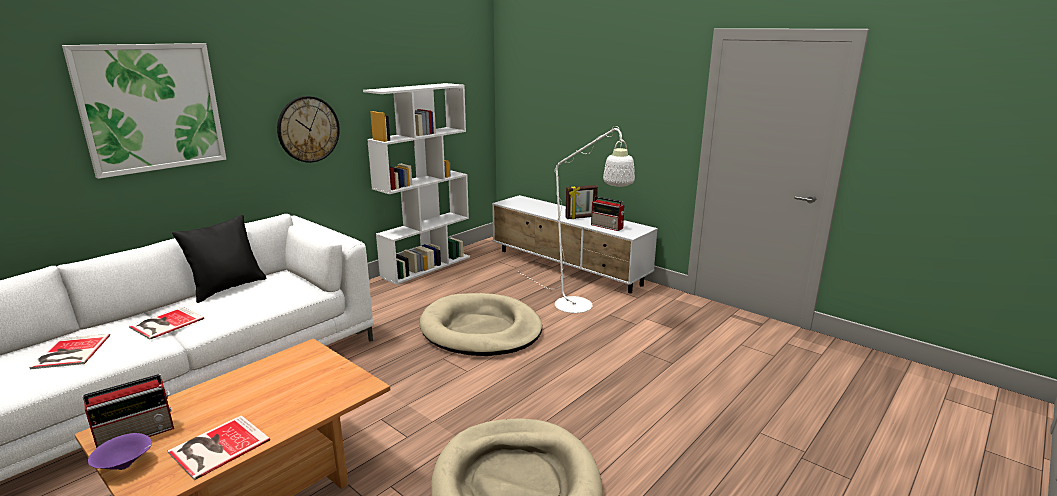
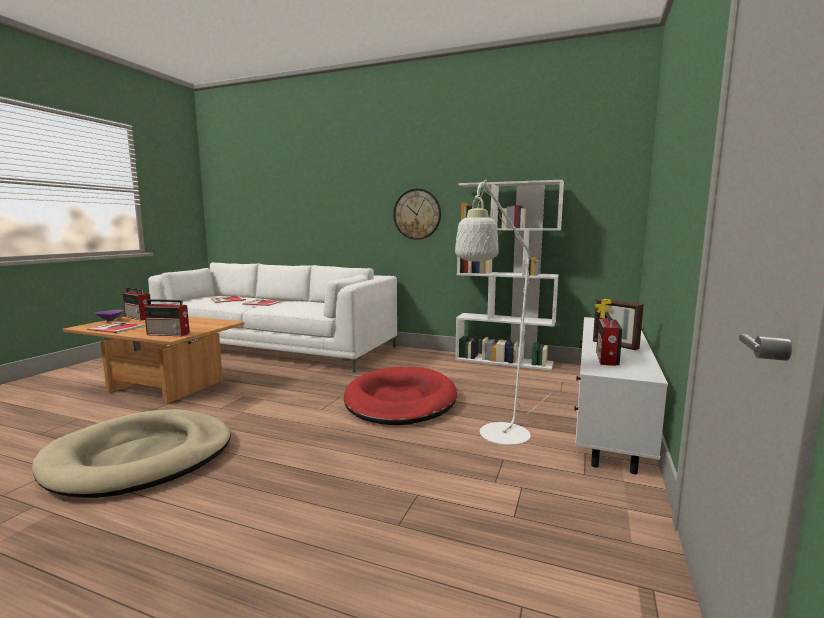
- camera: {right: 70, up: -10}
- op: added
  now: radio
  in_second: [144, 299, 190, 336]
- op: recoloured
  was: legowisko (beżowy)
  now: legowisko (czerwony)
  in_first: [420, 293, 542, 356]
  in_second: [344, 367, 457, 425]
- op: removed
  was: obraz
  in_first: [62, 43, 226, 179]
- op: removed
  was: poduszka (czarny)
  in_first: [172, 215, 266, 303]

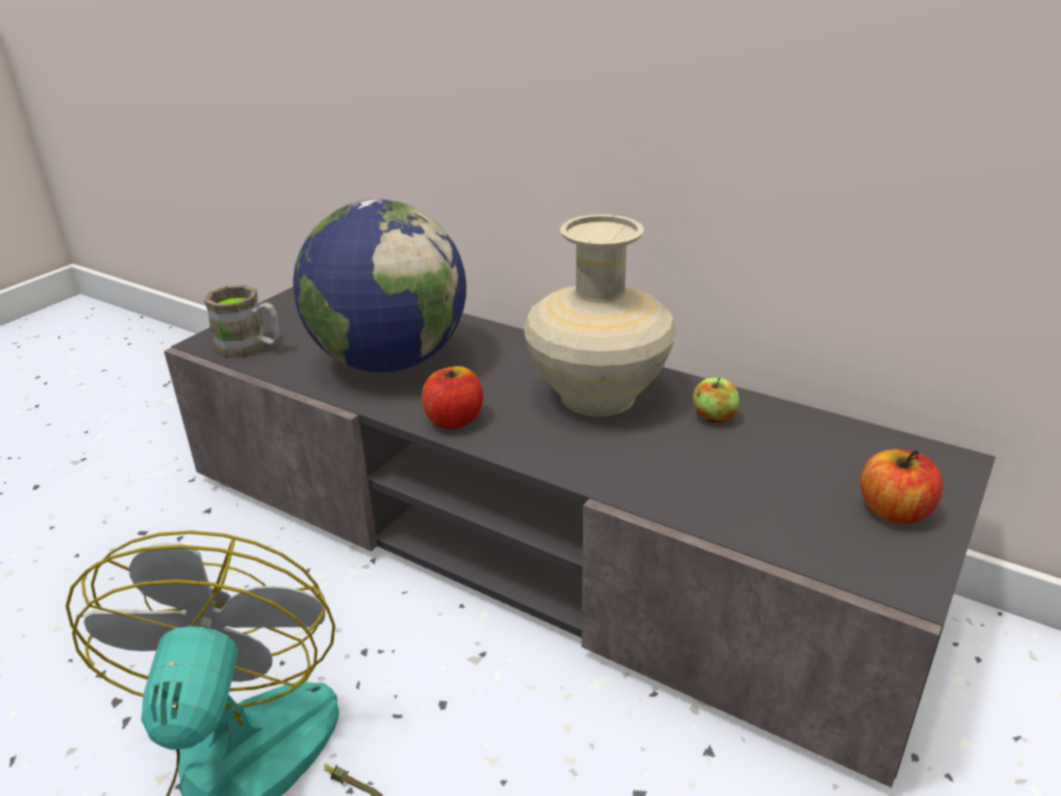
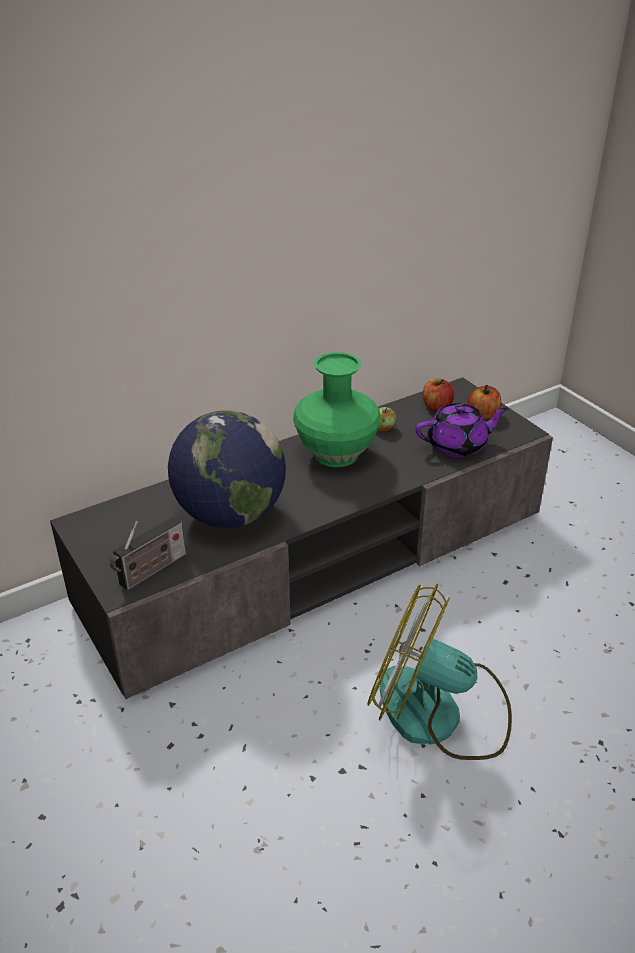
- camera: {right: -65, up: 5}
- op: replaced
  was: kubek (brązowy)
  now: radio
  in_first: [204, 285, 280, 358]
  in_second: [110, 516, 186, 590]
- op: recoloured
  was: wazon (beżowy)
  now: wazon (zielony)
  in_first: [524, 214, 676, 417]
  in_second: [293, 352, 381, 467]
- op: added
  now: imbryk (fioletowy)
  in_second: [415, 403, 509, 457]
- op: moved
  was: jabłko
  in_first: [422, 366, 483, 429]
  in_second: [423, 378, 454, 411]

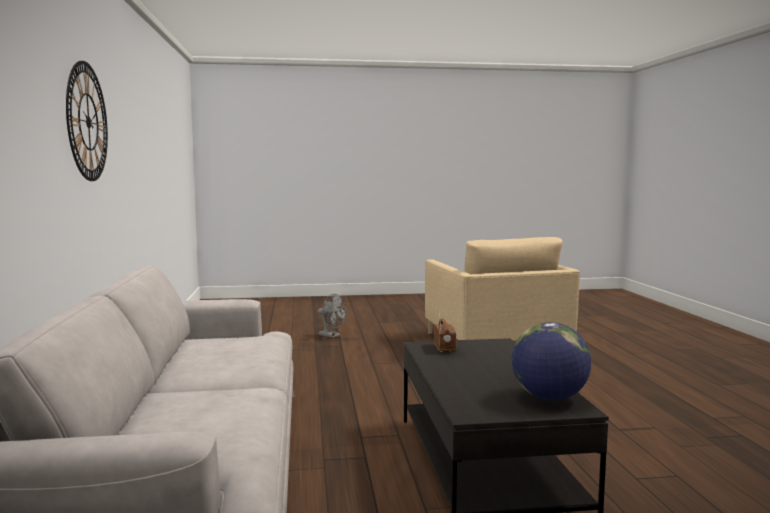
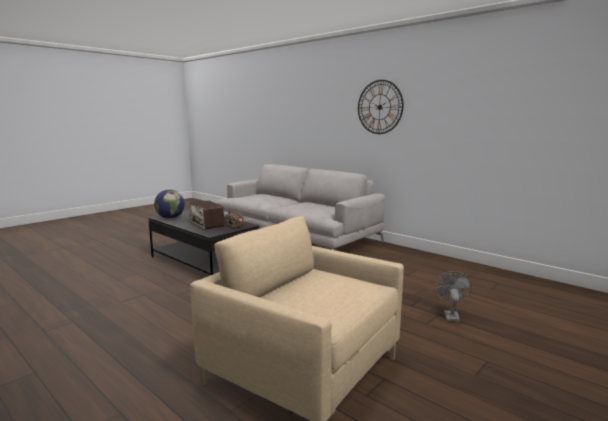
- camera: {right: 140, up: 5}
- op: added
  now: radio
  in_second: [189, 200, 225, 230]
- op: turned
  was: wentylator (szary)
  in_first: [317, 294, 347, 338]
  in_second: [434, 271, 472, 322]
  clockwise: 105

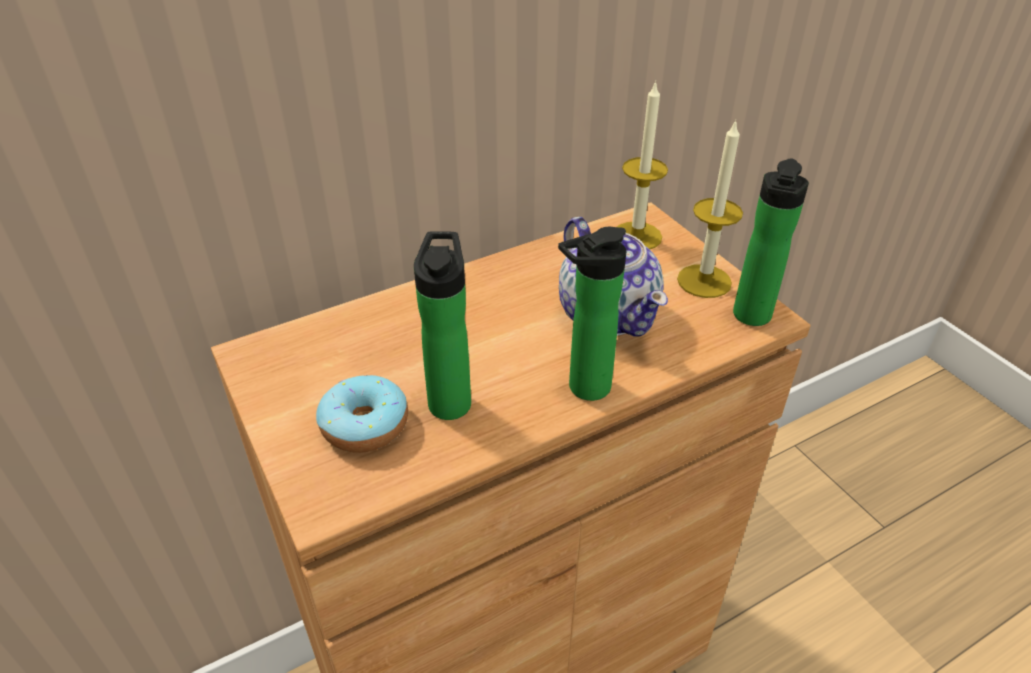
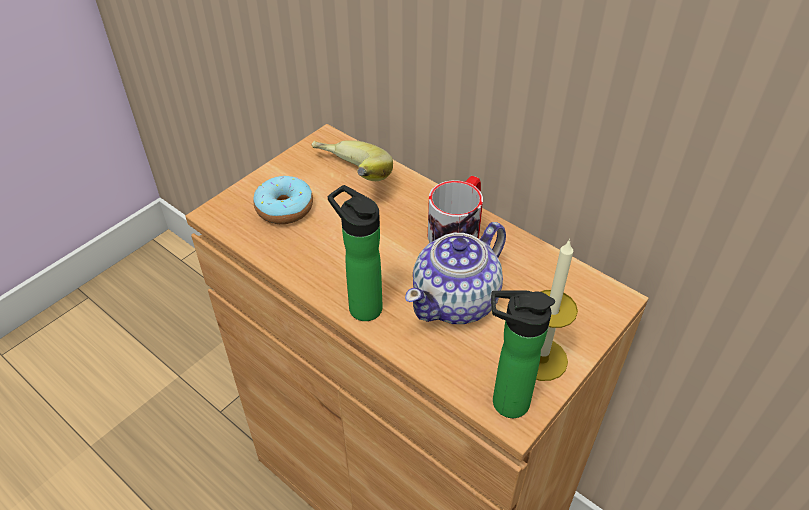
- camera: {right: 70, up: 5}
- op: added
  now: banan
  in_second: [311, 140, 393, 181]
- op: added
  now: kubek
  in_second: [428, 176, 483, 243]
- op: removed
  was: butelka
  in_first: [414, 231, 471, 420]
- op: removed
  was: świeca
  in_first: [617, 80, 668, 249]

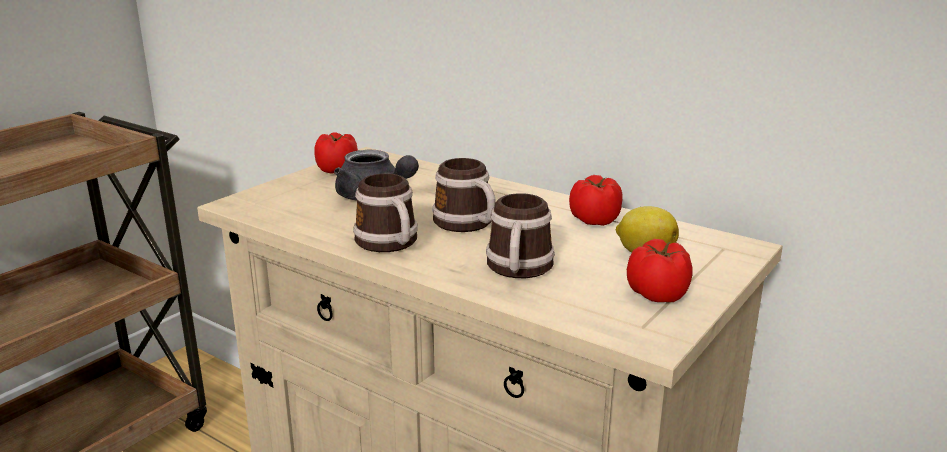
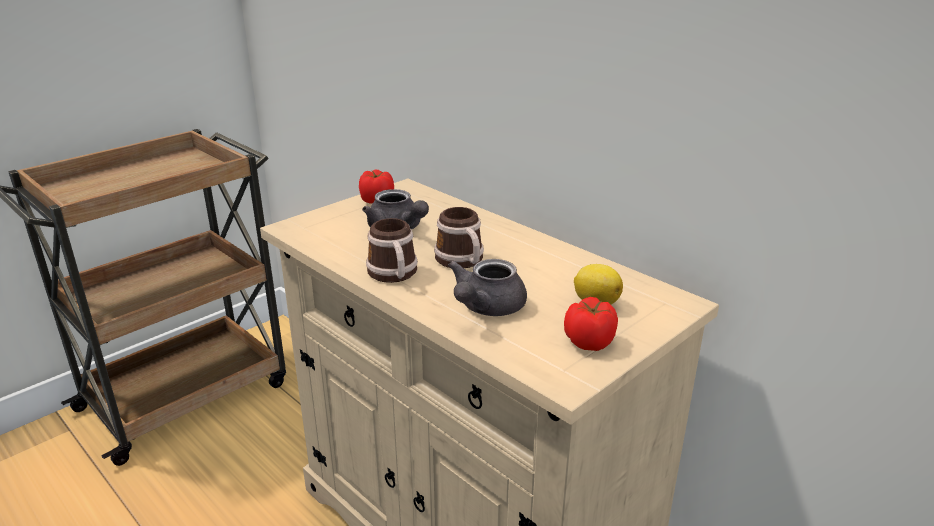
- camera: {right: 10, up: 5}
- op: replaced
  was: kubek
  now: imbryk (szary)
  in_first: [486, 193, 555, 278]
  in_second: [448, 259, 527, 316]
- op: removed
  was: pomidor
  in_first: [569, 175, 623, 226]

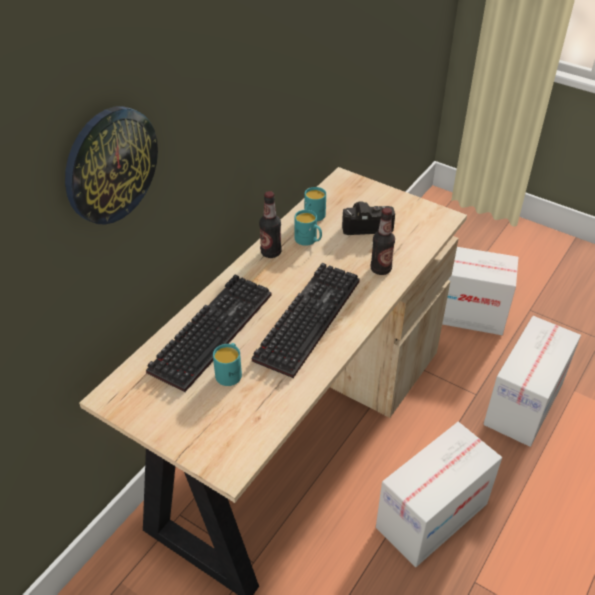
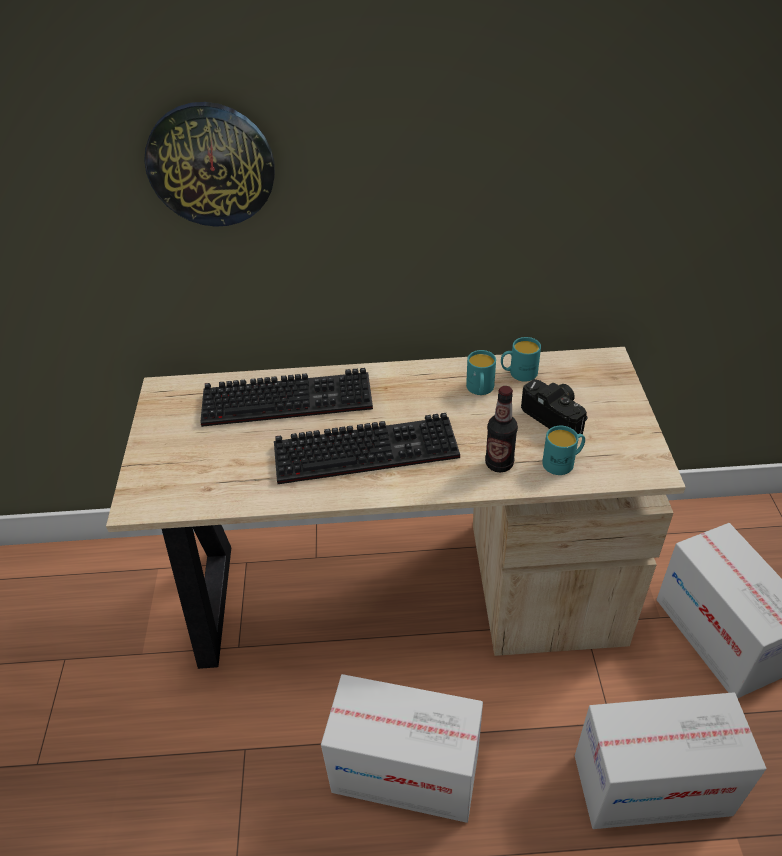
- camera: {right: 55, up: 0}
- op: moved
  was: kubek (turkusowy)
  in_first: [213, 343, 242, 386]
  in_second: [542, 426, 585, 475]
- op: removed
  was: butelka
  in_first: [259, 191, 282, 258]

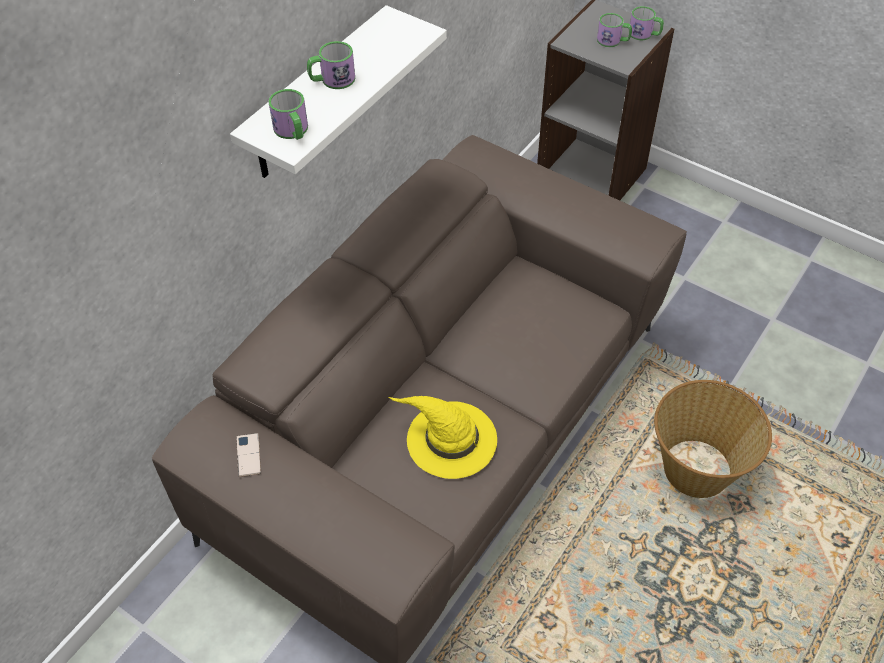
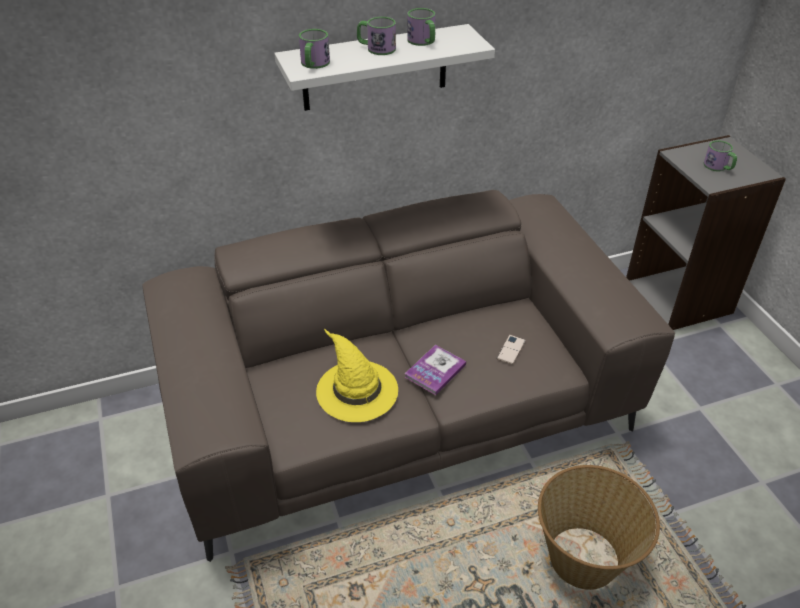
- camera: {right: 35, up: -10}
- op: added
  now: książka
  in_second: [405, 345, 466, 395]
- op: moved
  was: kubek
  in_first: [630, 6, 664, 40]
  in_second: [407, 8, 435, 46]
- op: moved
  was: telefon
  in_first: [236, 433, 261, 477]
  in_second: [497, 335, 526, 364]

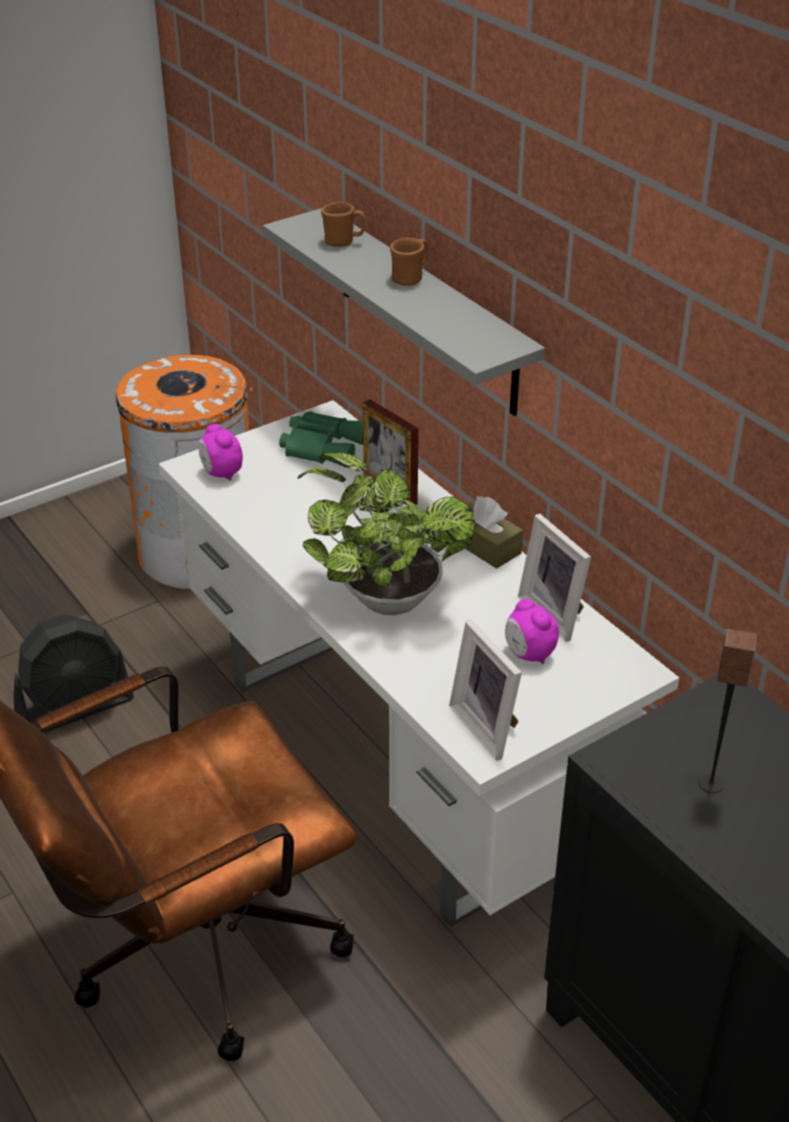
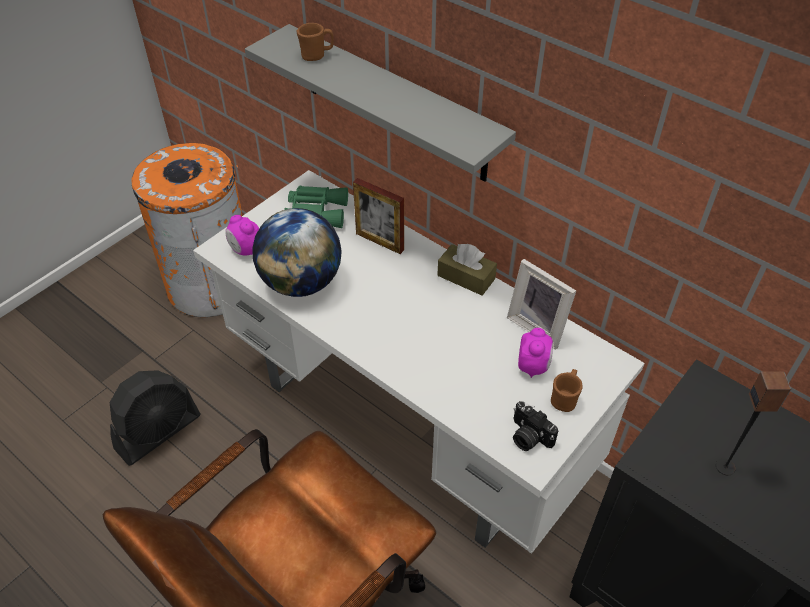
- camera: {right: -15, up: 10}
- op: added
  now: globus
  in_second: [252, 208, 341, 297]
- op: replaced
  was: ramka na zdjęcie
  now: aparat fotograficzny
  in_first: [449, 619, 522, 761]
  in_second: [513, 401, 558, 451]
- op: turned
  was: budzik
  in_first: [505, 599, 559, 664]
  in_second: [518, 328, 553, 378]
  clockwise: -120
- op: moved
  was: kubek (brązowy)
  in_first: [390, 238, 428, 286]
  in_second: [551, 369, 583, 412]
- op: removed
  was: roślina doniczkowa
  in_first: [297, 453, 475, 615]

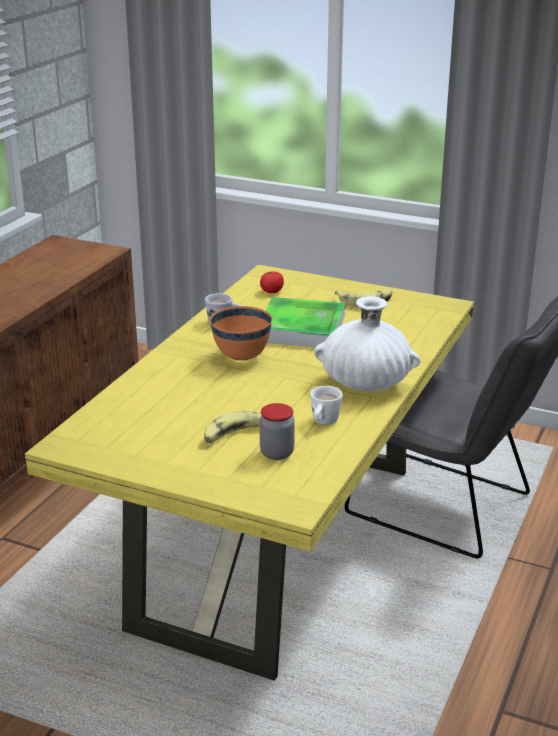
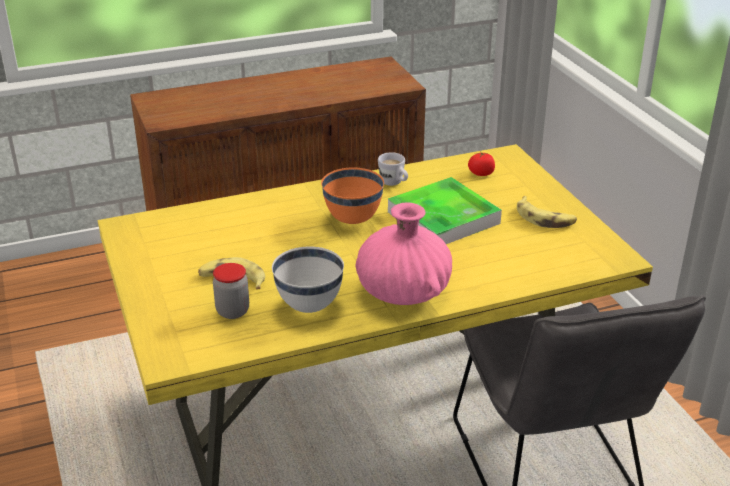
- camera: {right: 45, up: 5}
- op: replaced
  was: kubek (biały)
  now: miska (biały)
  in_first: [310, 386, 343, 425]
  in_second: [272, 246, 344, 313]
- op: recoloured
  was: wazon (biały)
  now: wazon (różowy)
  in_first: [314, 296, 421, 392]
  in_second: [356, 203, 452, 305]

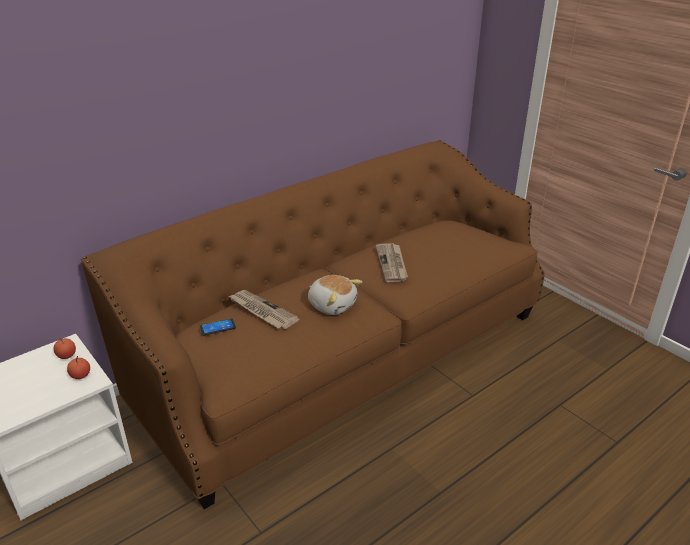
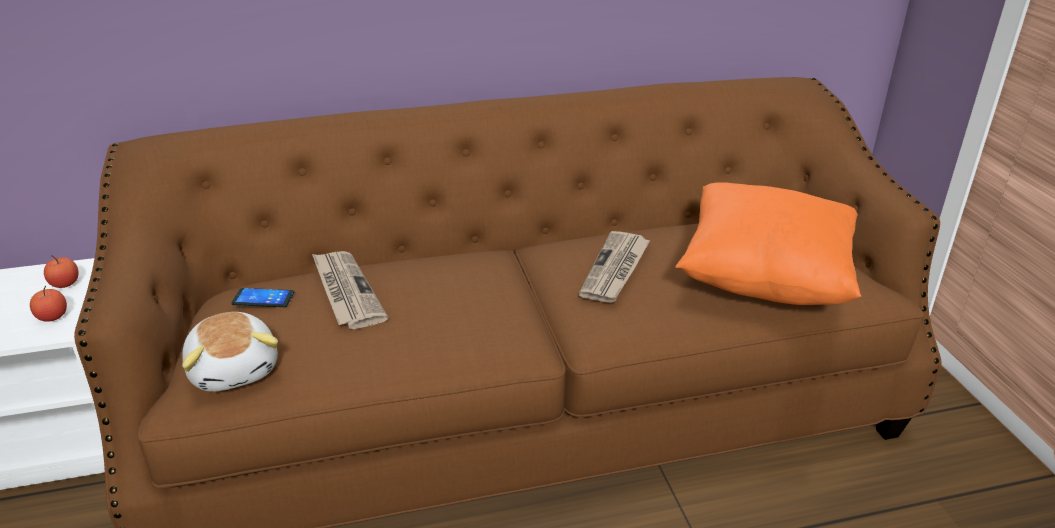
- camera: {right: 25, up: 0}
- op: moved
  was: pluszak
  in_first: [308, 275, 363, 315]
  in_second: [182, 312, 278, 392]
- op: added
  now: poduszka (pomarańczowy)
  in_second: [675, 182, 861, 305]

